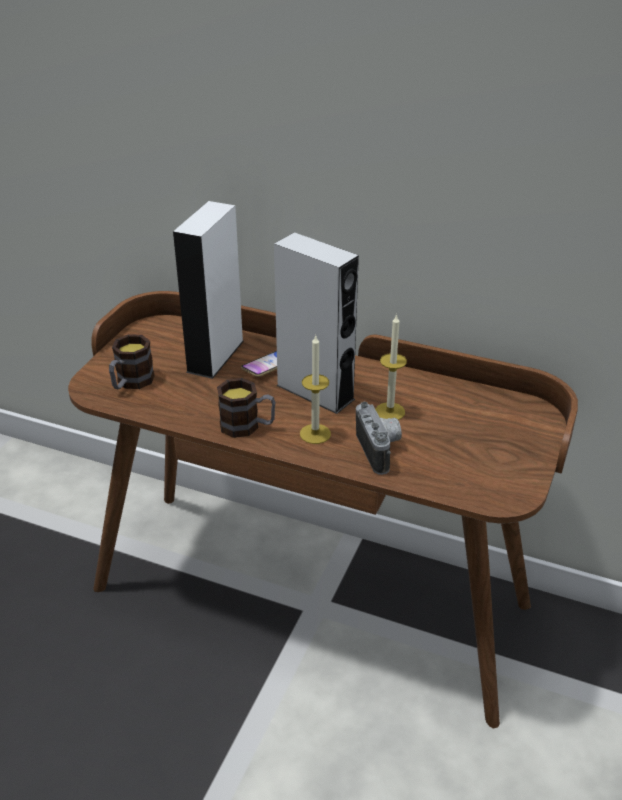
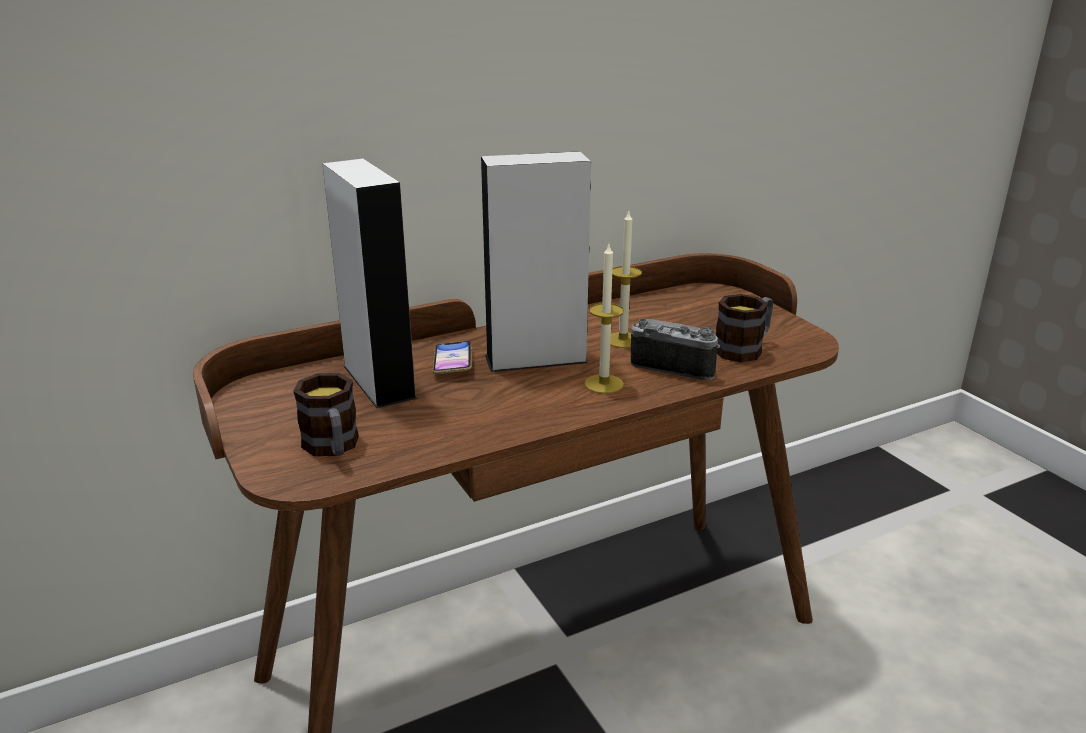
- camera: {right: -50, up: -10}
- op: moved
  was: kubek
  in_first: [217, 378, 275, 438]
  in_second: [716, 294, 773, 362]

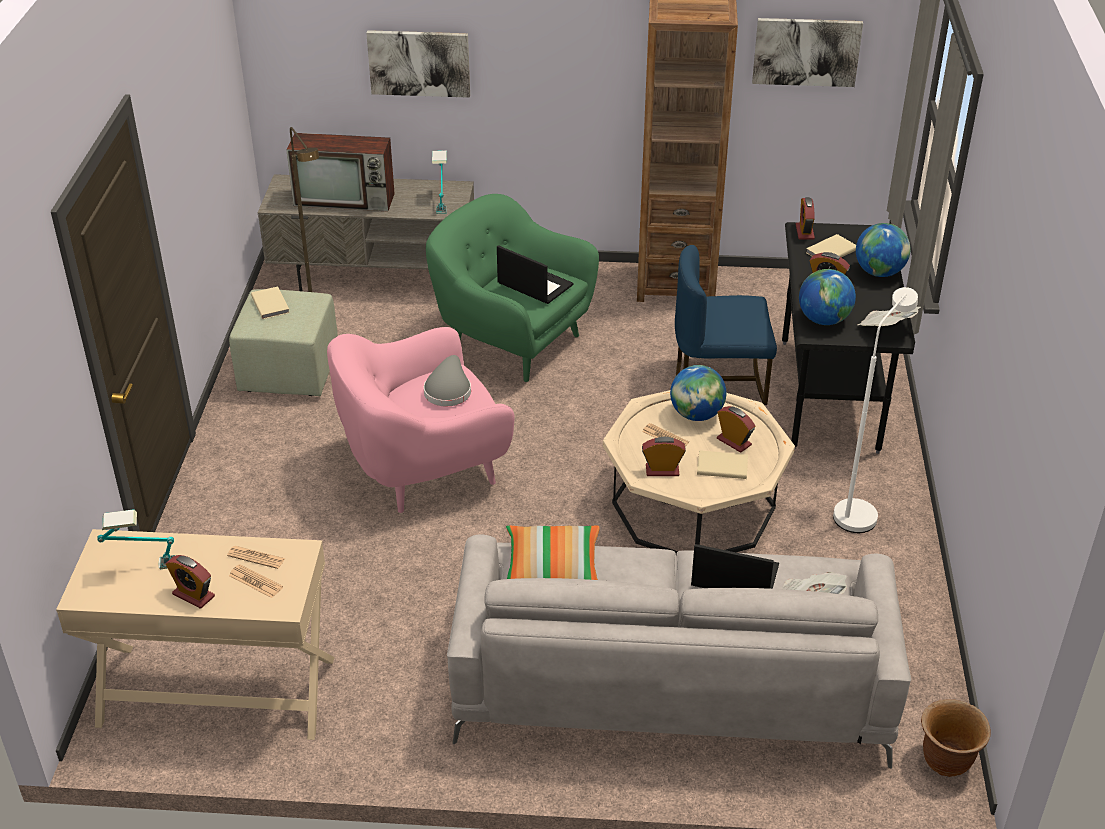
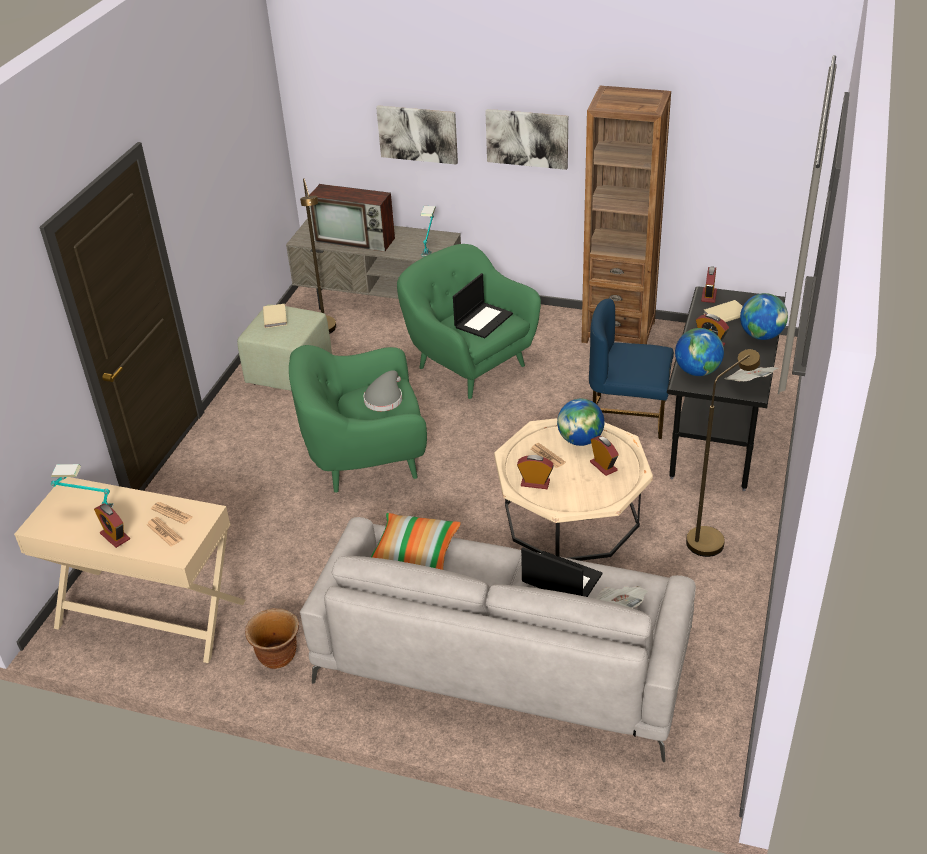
- camera: {right: 15, up: 0}
- op: moved
  was: donica (brązowy)
  in_first: [921, 699, 991, 777]
  in_second: [245, 608, 299, 669]
- op: recoloured
  was: fotel (różowy)
  now: fotel (zielony)
  in_first: [327, 327, 515, 513]
  in_second: [289, 345, 427, 493]
- op: turned
  was: laptop
  in_first: [497, 245, 573, 304]
  in_second: [453, 273, 513, 338]
  clockwise: 75
- op: moved
  was: obraz
  in_first: [752, 18, 863, 87]
  in_second: [485, 109, 568, 170]
- op: recoloured
  was: lampa stojąca (biały)
  now: lampa stojąca (brązowy)
  in_first: [833, 287, 918, 533]
  in_second: [686, 349, 760, 557]
- op: removed
  was: książka (beżowy)
  in_first: [697, 450, 748, 479]

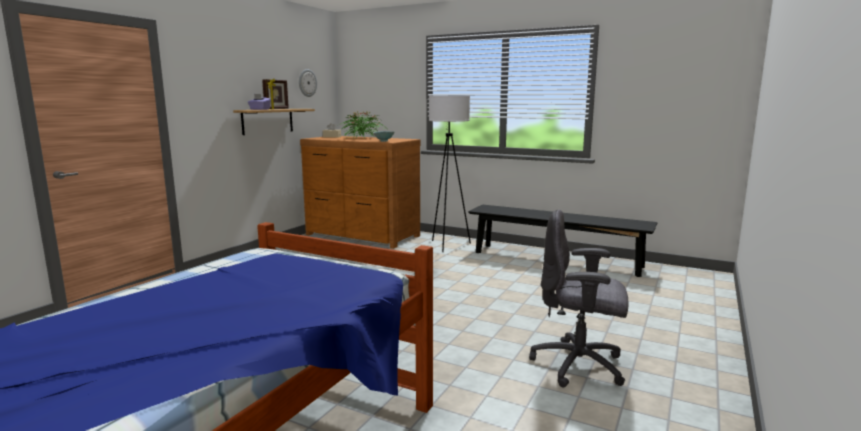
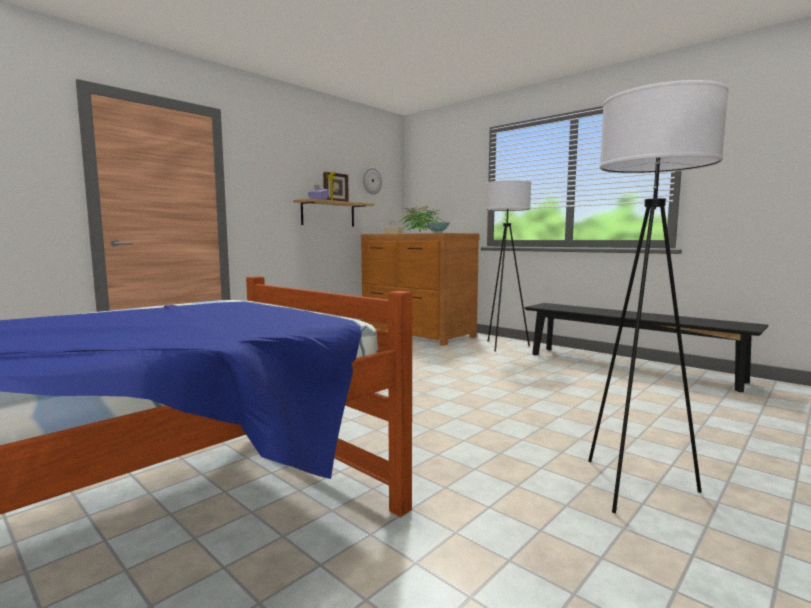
- camera: {right: 15, up: -5}
- op: replaced
  was: krzesło biurowe (szary)
  now: lampa stojąca (biały)
  in_first: [529, 210, 629, 388]
  in_second: [588, 80, 729, 513]

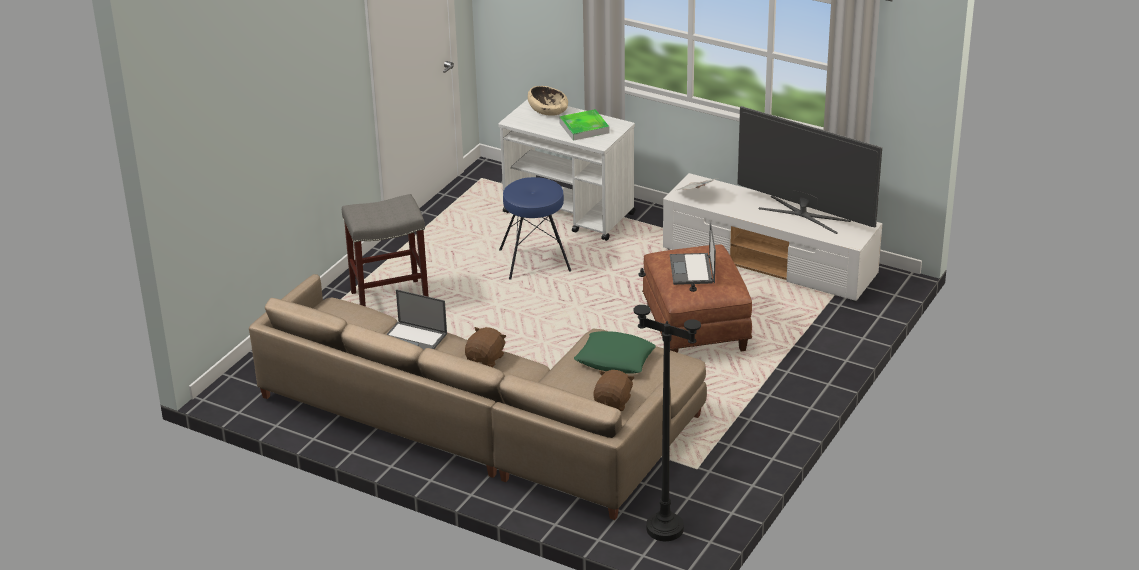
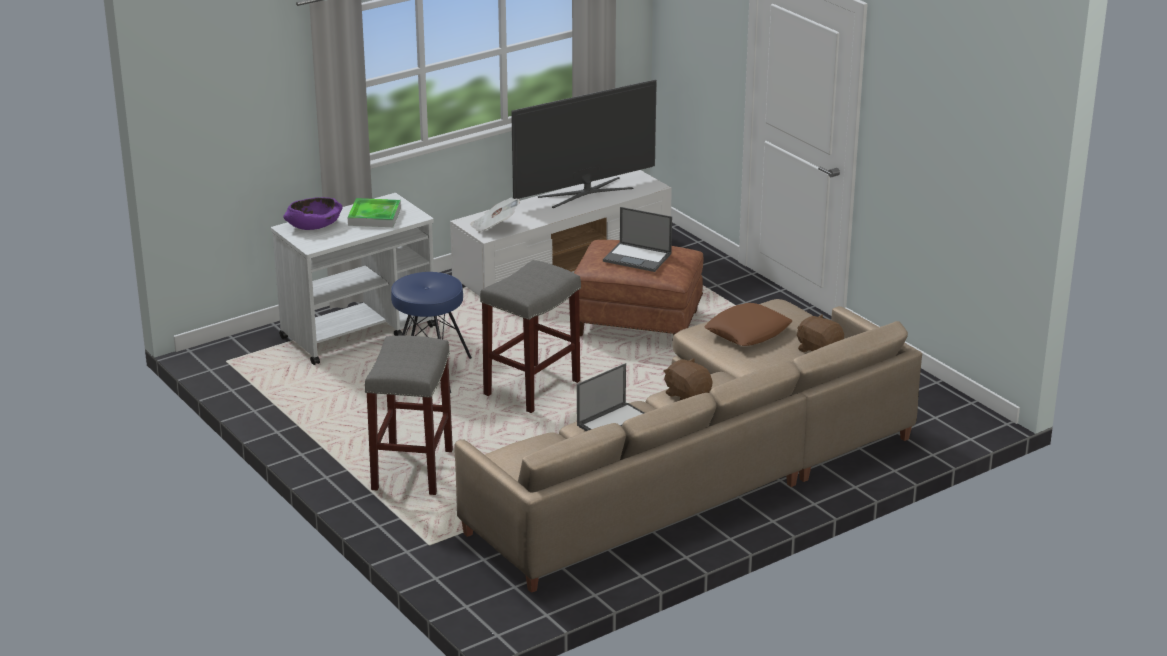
- camera: {right: -65, up: -5}
- op: recoloured
  was: miska (beżowy)
  now: miska (fioletowy)
  in_first: [528, 86, 568, 116]
  in_second: [283, 197, 343, 230]
- op: added
  now: stołek (szary)
  in_second: [480, 260, 581, 413]
- op: recoloured
  was: poduszka (zielony)
  now: poduszka (brązowy)
  in_first: [574, 331, 656, 374]
  in_second: [705, 303, 792, 346]
- op: removed
  was: lampa stojąca (czarny)
  in_first: [634, 268, 701, 541]

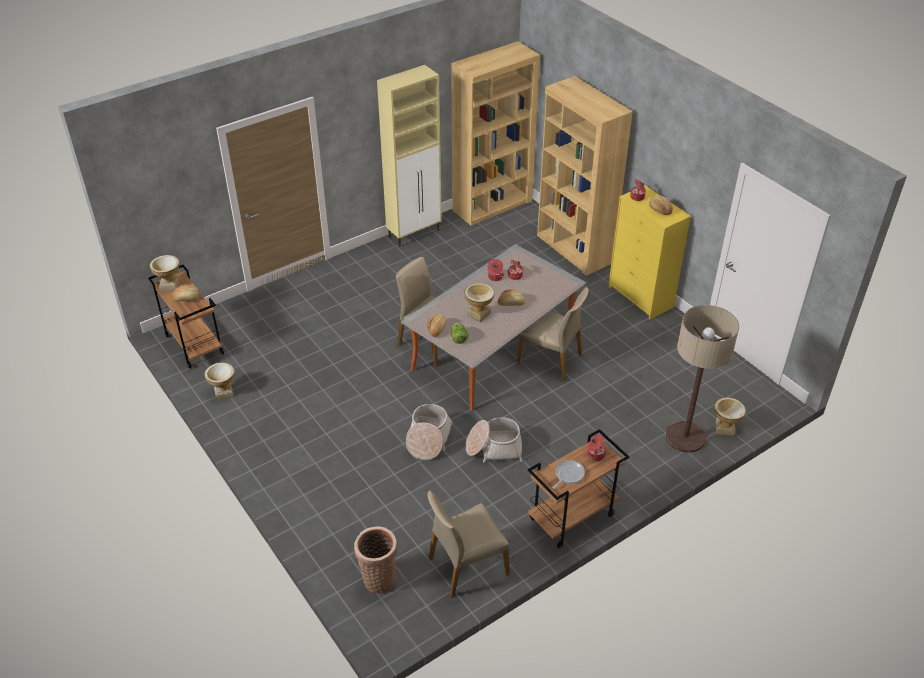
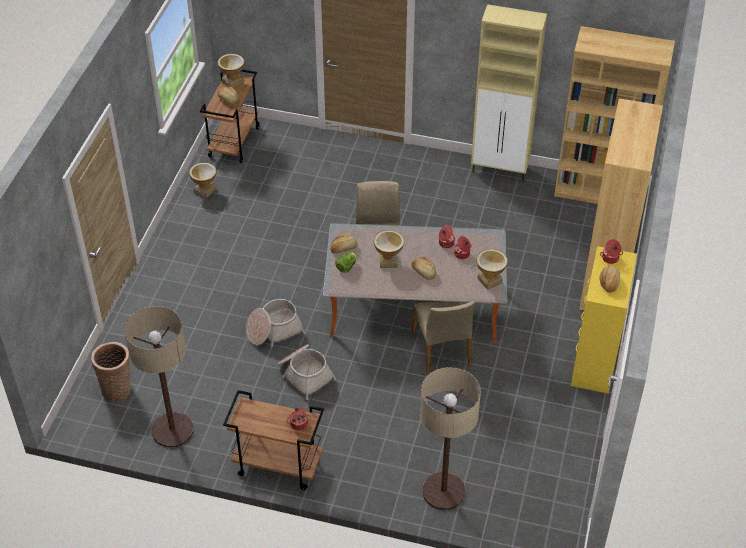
- camera: {right: 50, up: 5}
- op: replaced
  was: krzesło (beżowy)
  now: lampa stojąca
  in_first: [428, 490, 510, 598]
  in_second: [124, 306, 193, 448]
- op: moved
  was: wazon
  in_first: [714, 397, 746, 436]
  in_second: [476, 249, 508, 290]
- op: removed
  was: patelnia
  in_first: [553, 460, 585, 489]

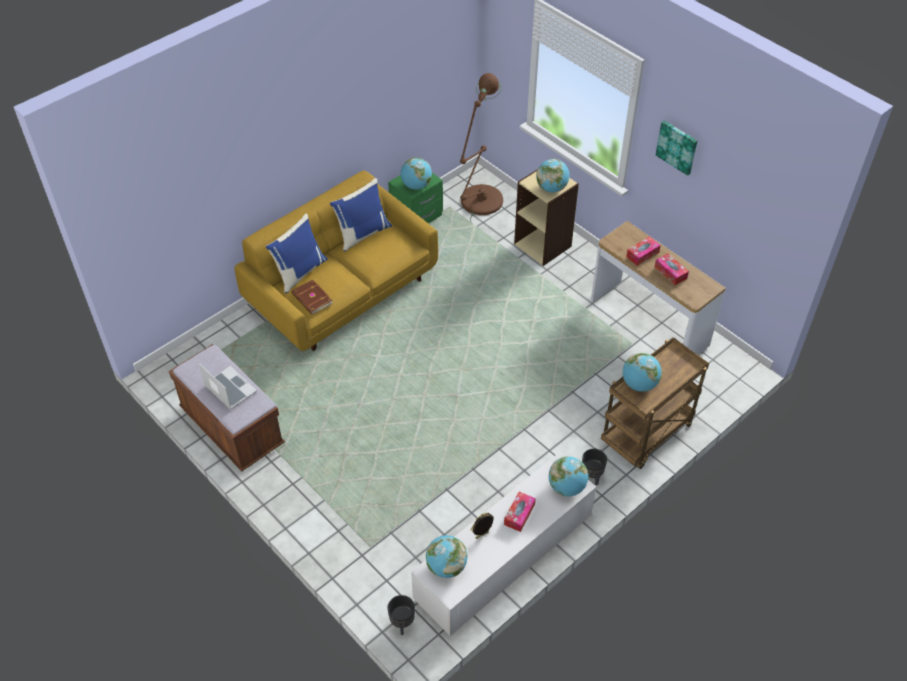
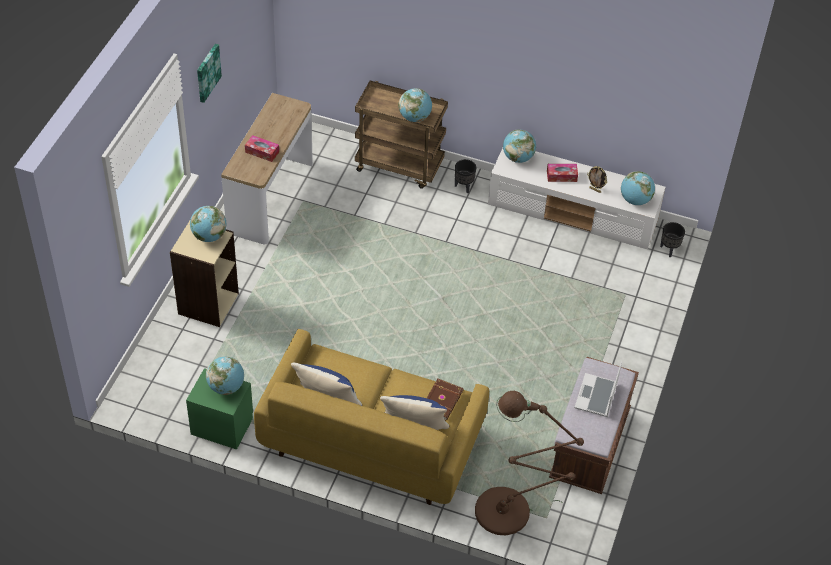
- camera: {right: -120, up: 0}
- op: moved
  was: lampa stojąca (brązowy)
  in_first: [460, 73, 503, 221]
  in_second: [475, 391, 584, 535]
- op: removed
  was: pudełko chusteczek
  in_first: [655, 253, 689, 285]

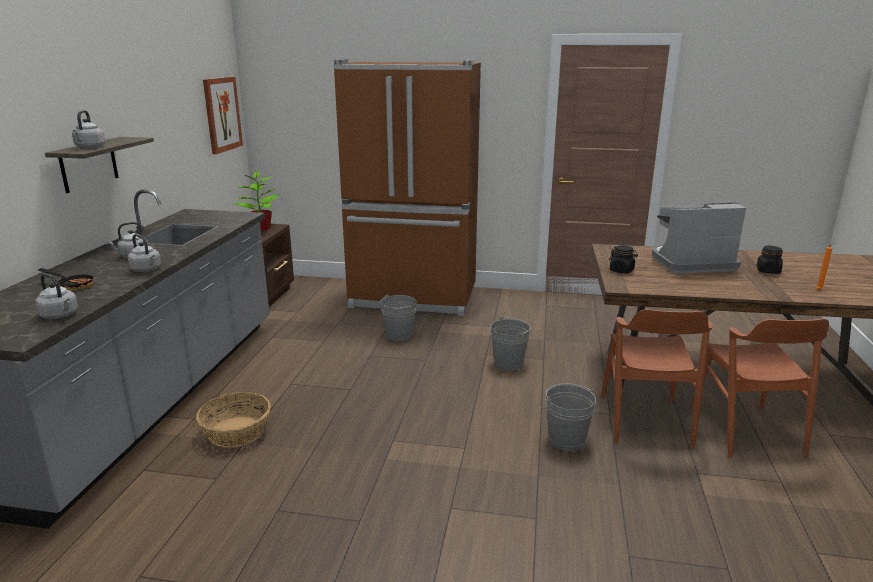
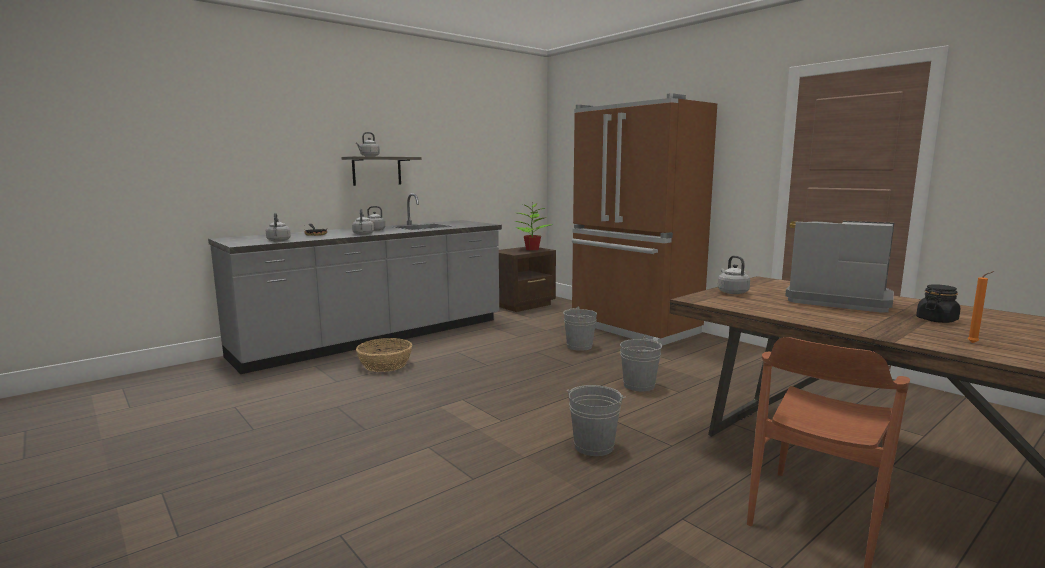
- camera: {right: 40, up: -10}
- op: replaced
  was: słoik (czarny)
  now: czajnik (szary)
  in_first: [609, 245, 638, 274]
  in_second: [718, 255, 750, 294]
- op: removed
  was: obraz
  in_first: [203, 77, 243, 154]
- op: removed
  was: krzesło (brązowy)
  in_first: [601, 309, 713, 448]

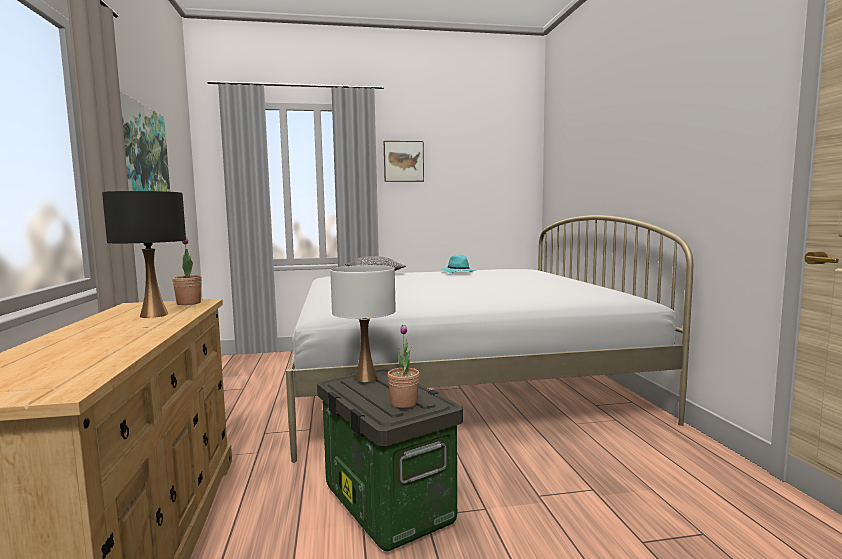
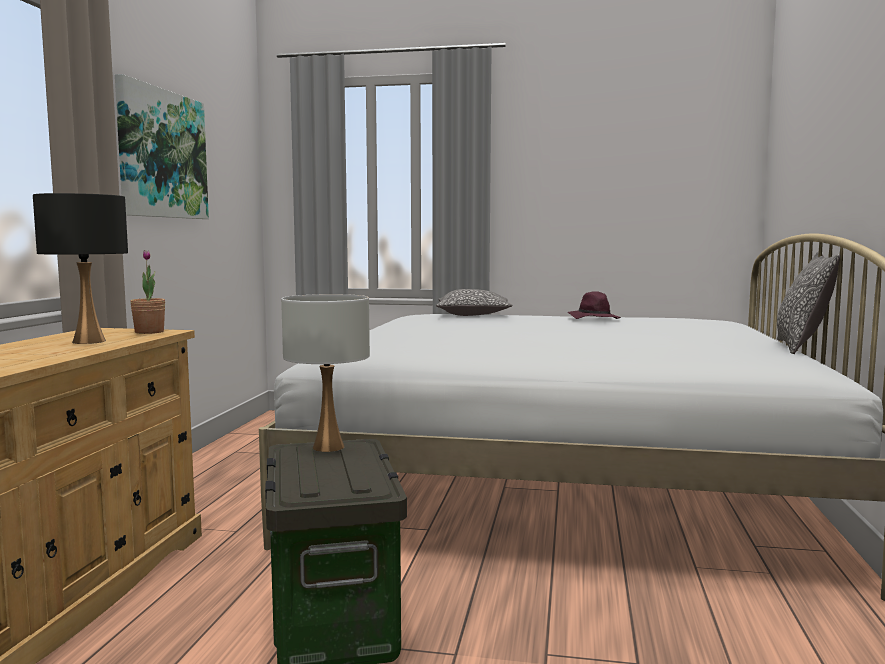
- camera: {right: 20, up: 0}
- op: recoloured
  was: kapelusz (turkusowy)
  now: kapelusz (fioletowy)
  in_first: [442, 254, 476, 273]
  in_second: [568, 291, 621, 319]
- op: added
  now: poduszka
  in_second: [777, 252, 840, 354]
- op: removed
  was: obraz
  in_first: [384, 141, 424, 182]
- op: removed
  was: roślina doniczkowa
  in_first: [387, 325, 420, 408]

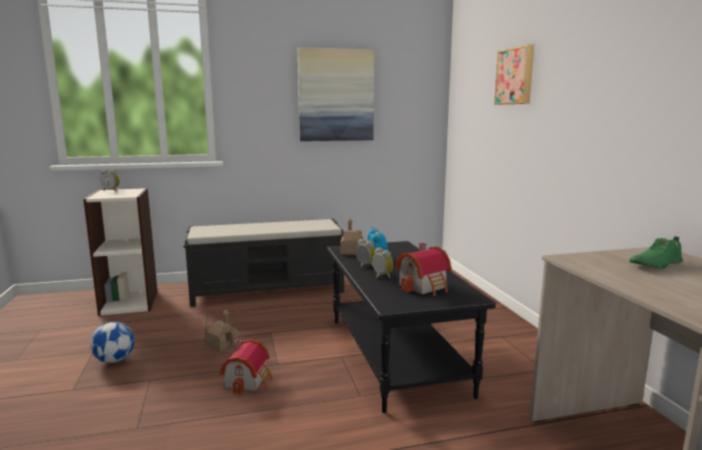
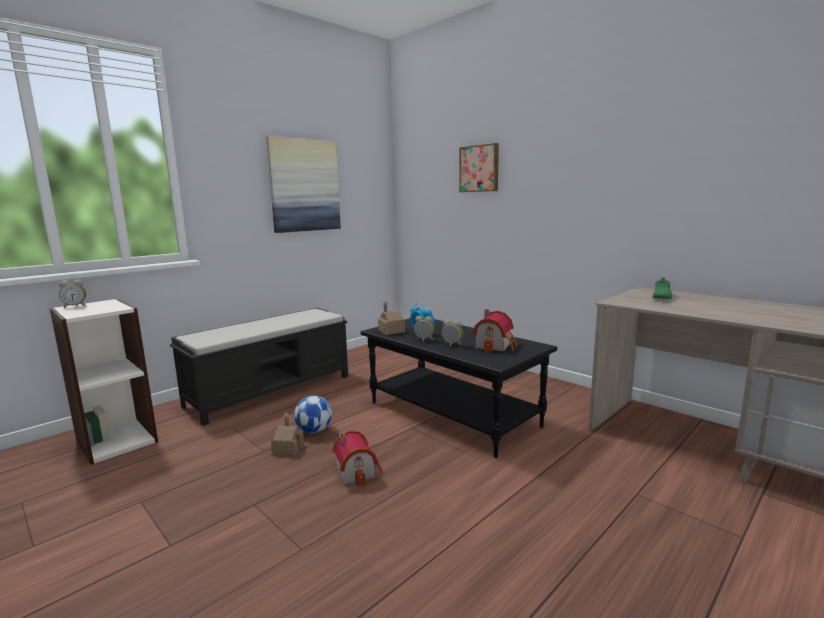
- camera: {right: -30, up: 0}
- op: moved
  was: piłka futbolowa
  in_first: [90, 322, 135, 363]
  in_second: [294, 395, 332, 433]

